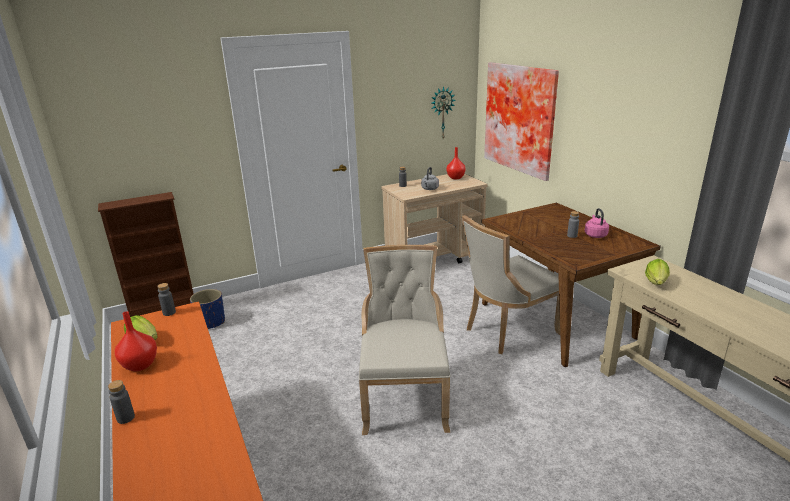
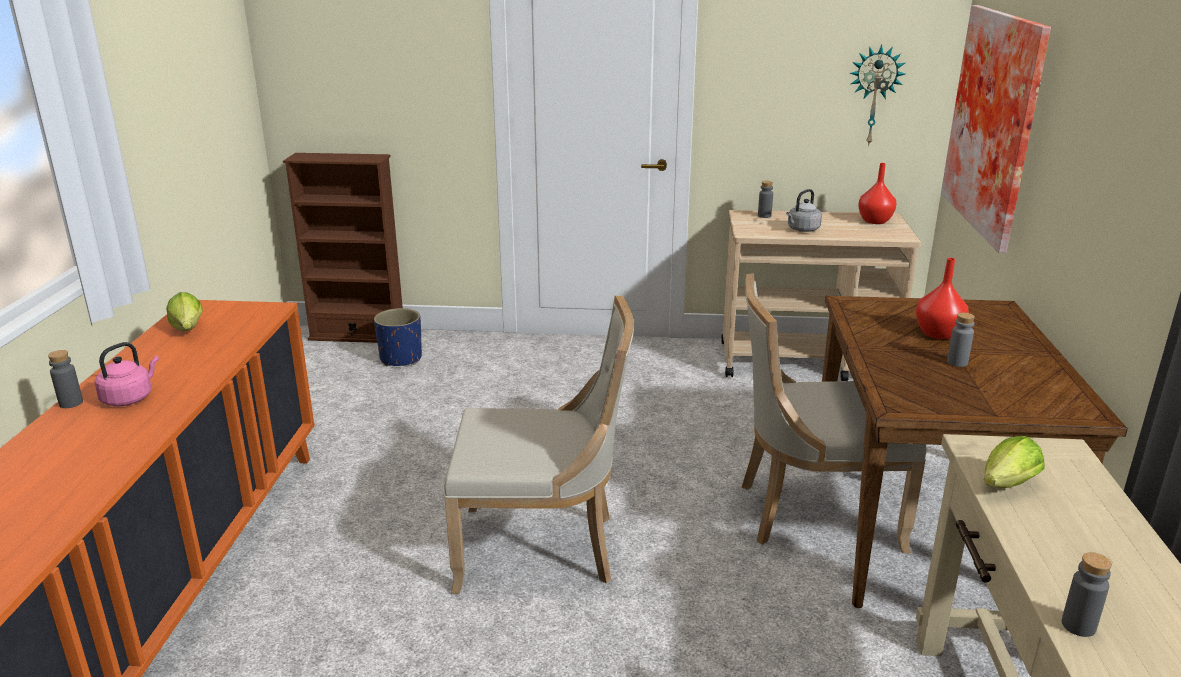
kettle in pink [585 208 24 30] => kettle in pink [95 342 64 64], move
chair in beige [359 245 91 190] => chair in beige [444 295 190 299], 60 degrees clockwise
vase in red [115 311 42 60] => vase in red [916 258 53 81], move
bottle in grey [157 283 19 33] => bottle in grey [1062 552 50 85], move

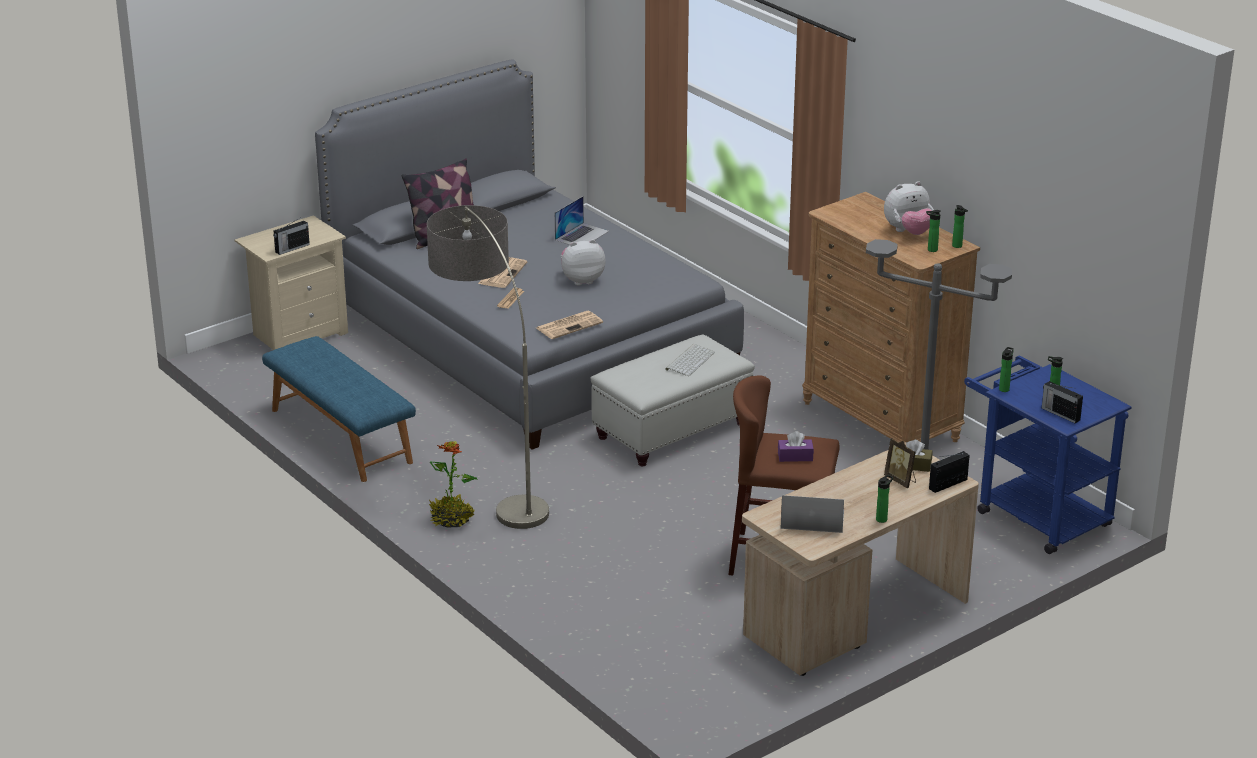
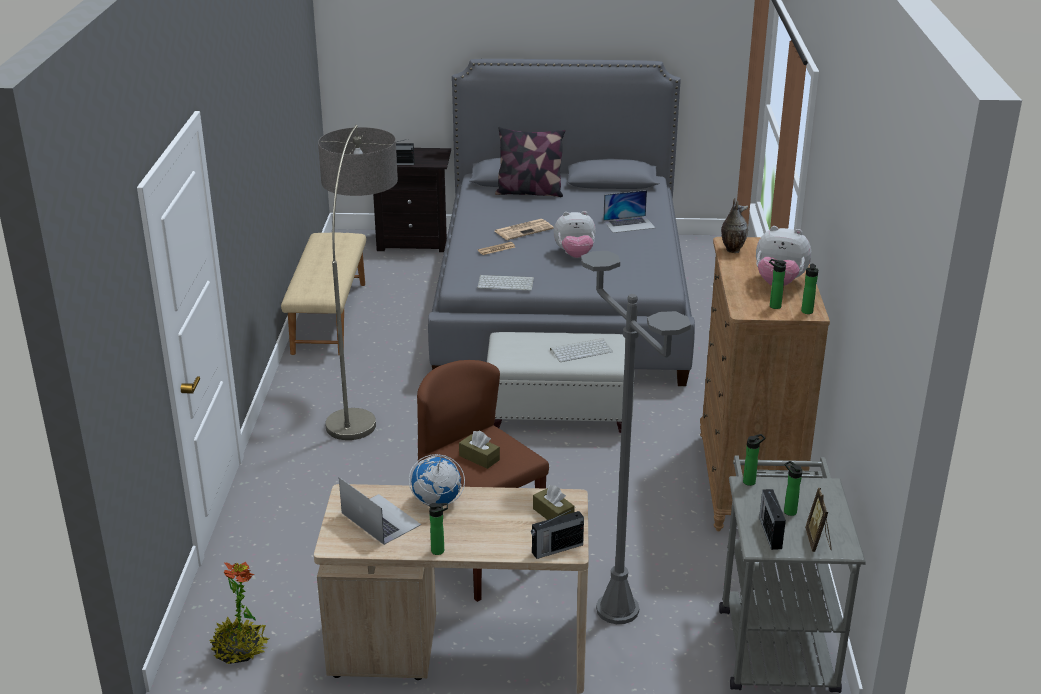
potted plant [429 441 49 86] => potted plant [209 562 60 102], move
bench in blue [262 336 154 146] => bench in beige [281 232 85 124]
nightstand in beige [235 215 113 135] => nightstand in black [373 148 78 104]
nothing => globe [409 454 56 53]
tissue box in purple [778 431 36 31] => tissue box in brown [459 431 41 38]
newspaper [537 311 66 28] => keyboard [477 275 57 15]
radio [929 451 41 42] => radio [531 510 53 49], 150 degrees clockwise
plush toy [561 239 45 47] => plush toy [554 211 42 47], 150 degrees clockwise
cart in blue [964 356 167 198] => cart in grey [719 455 147 238]
nothing => vase [721 198 27 55]
picture frame [884 438 32 50] => picture frame [805 488 27 64], move

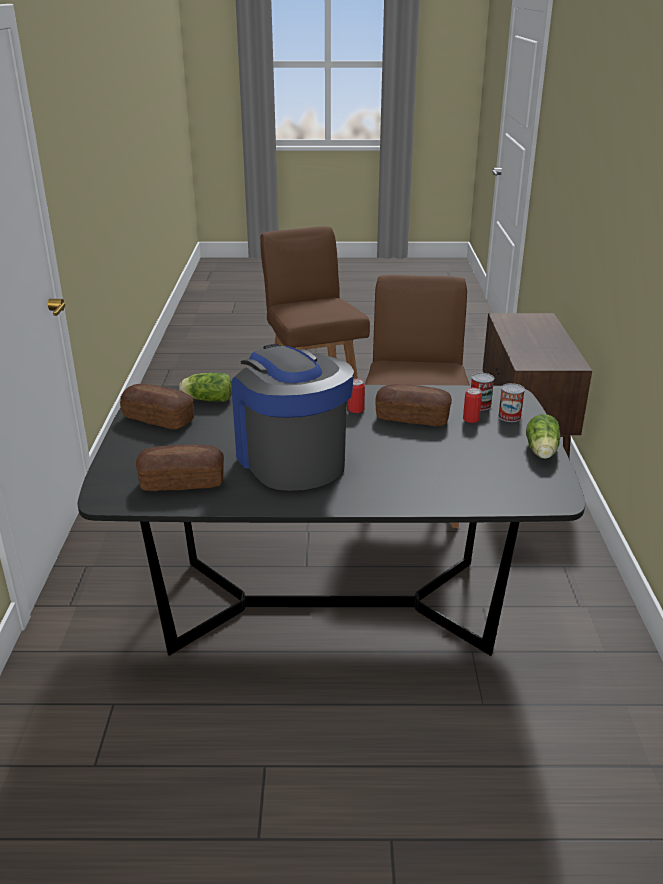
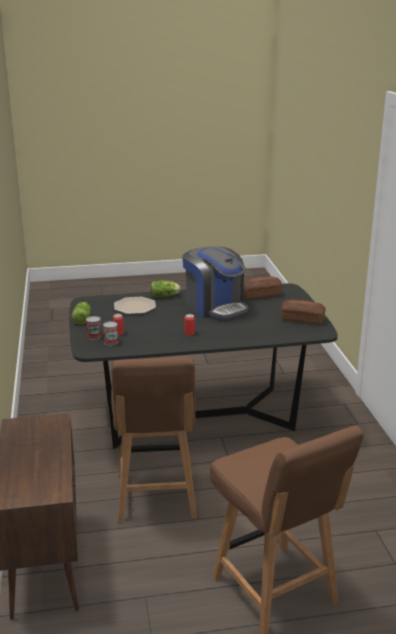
nothing => plate [114 297 42 17]
lettuce [179 373 53 29] => lettuce [151 281 30 16], move
bread [375 384 77 42] => nothing

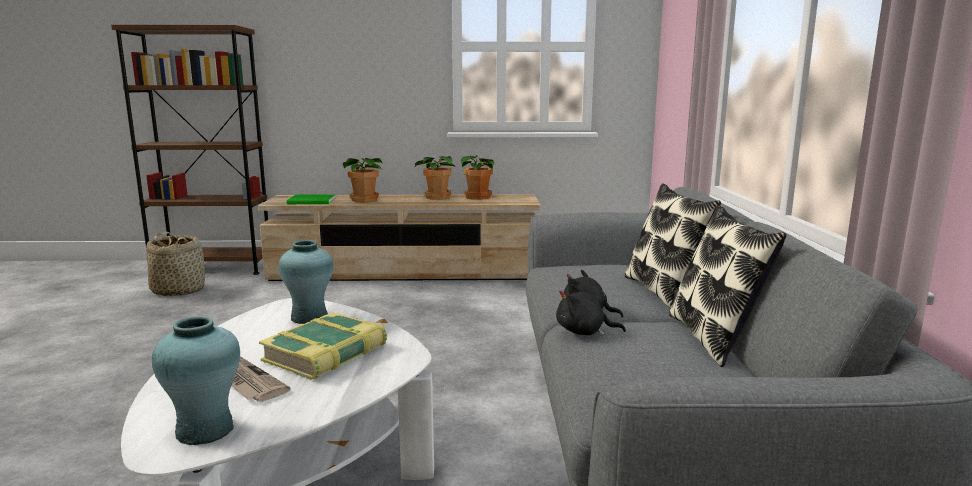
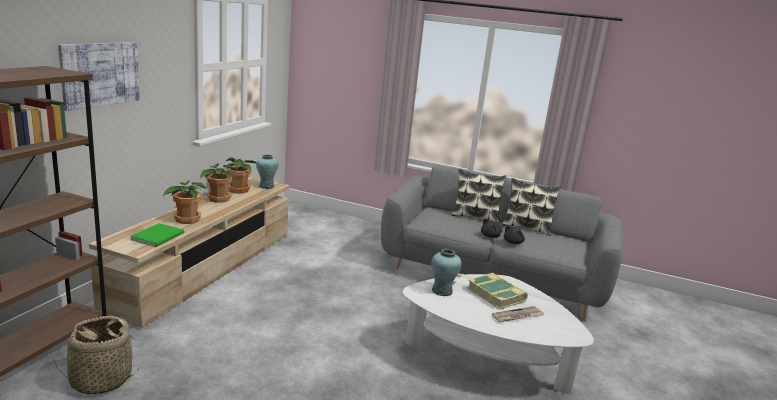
nothing => picture [58 42 82 69]
vase in turquoise [152 317 88 128] => vase in turquoise [256 154 22 35], move

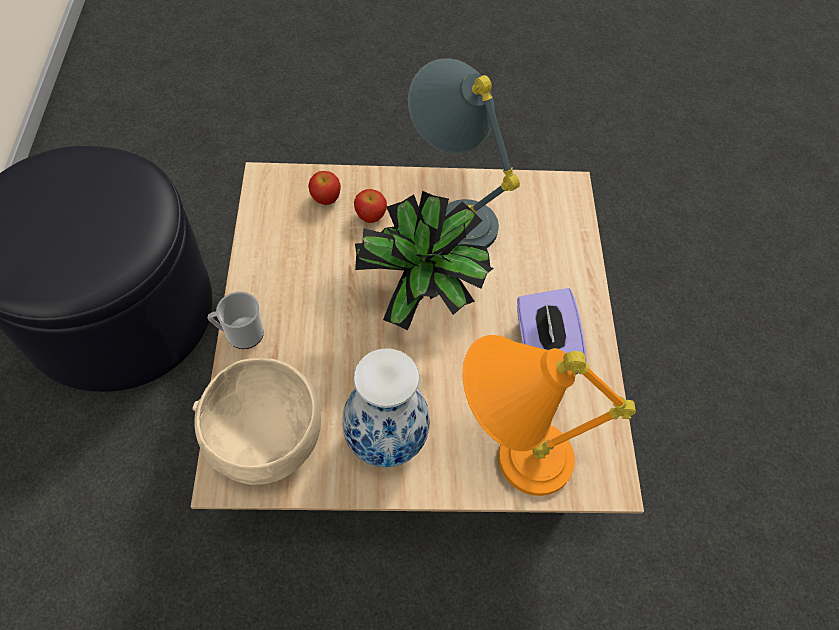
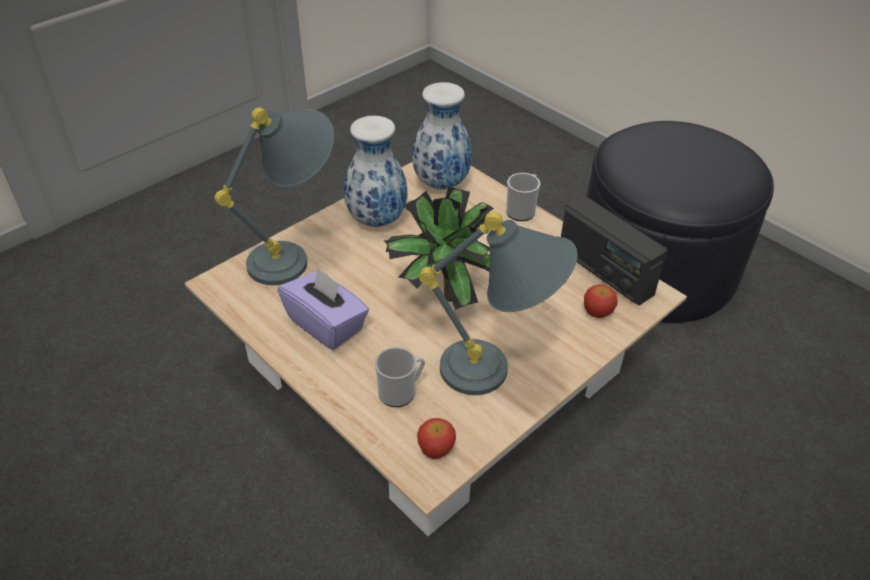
table lamp in orange [463 335 173 161] => table lamp in grey [215 107 119 178]
nothing => mug [375 347 50 60]
bowl in beige [192 358 129 127] => vase [412 82 60 108]
apple [354 189 33 34] => apple [417 418 39 41], move
nothing => radio [561 195 106 111]

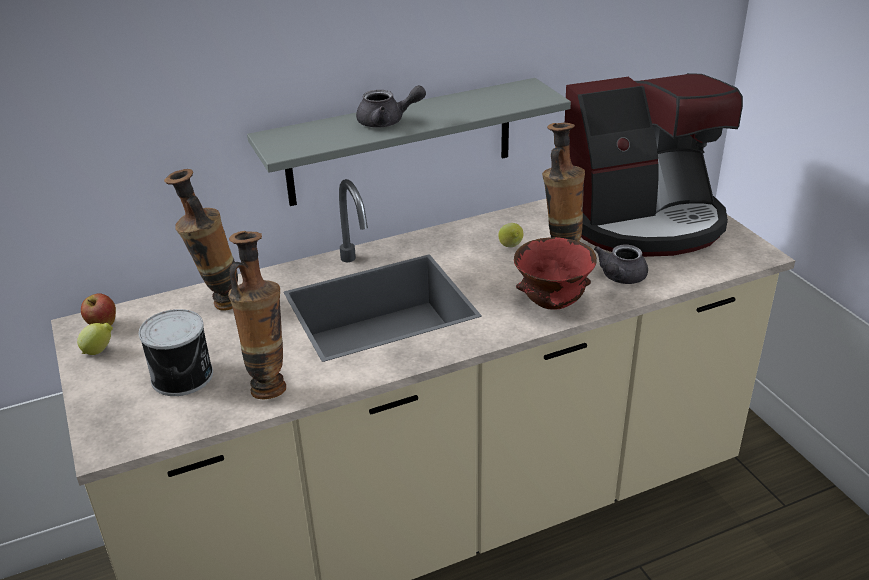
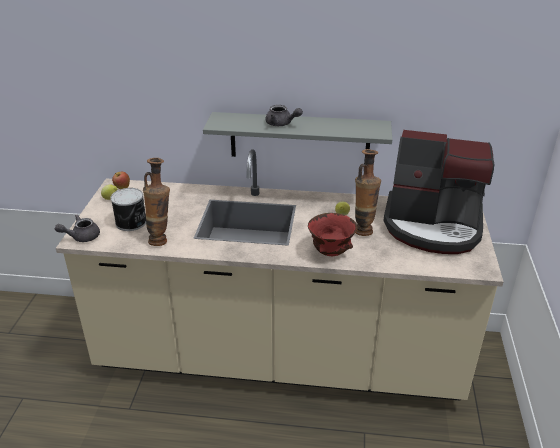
teapot in grey [594 244 54 40] => teapot in grey [55 215 45 27], move
vase [164 169 74 142] => nothing

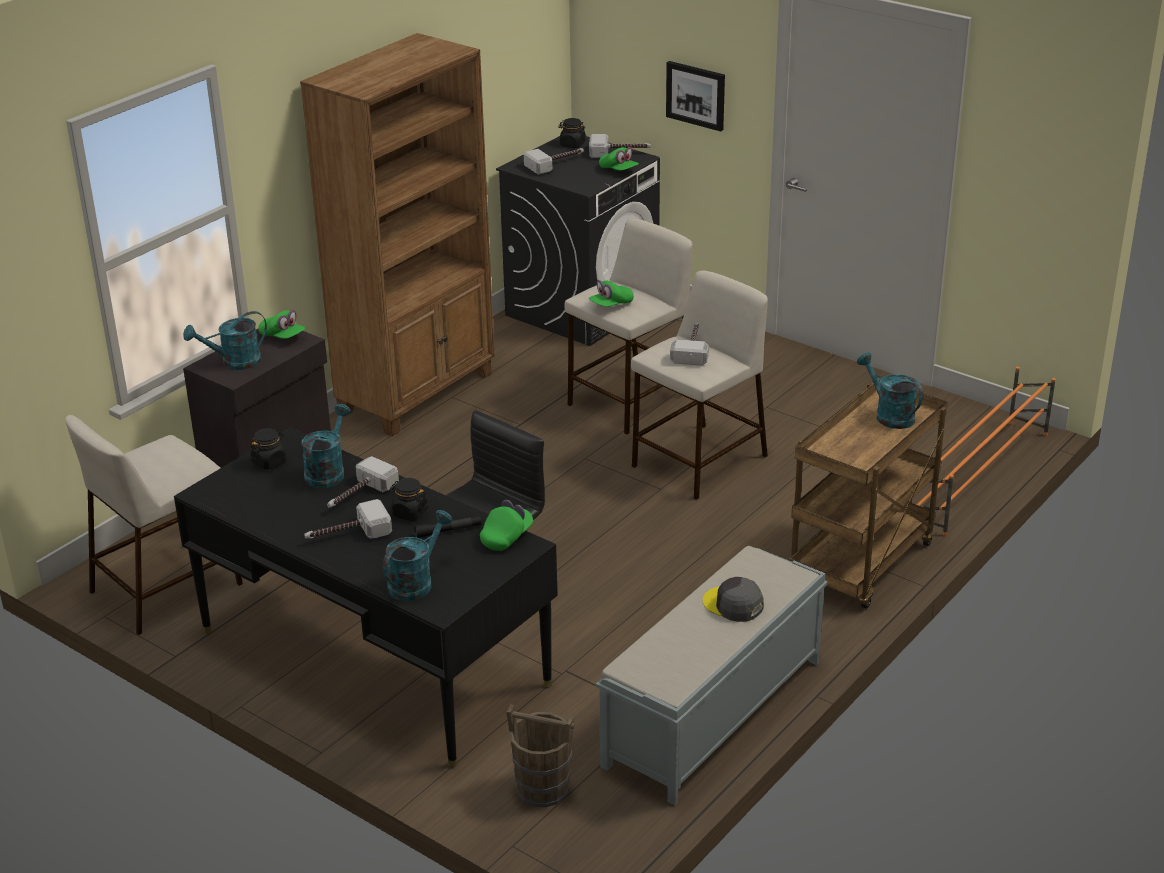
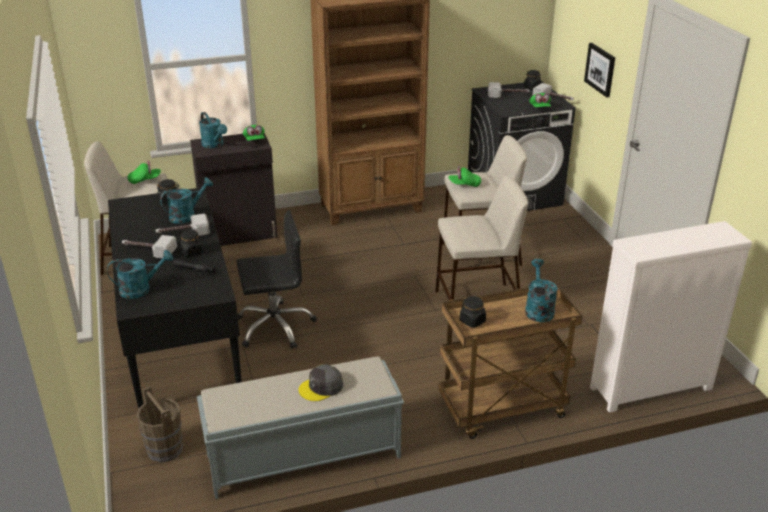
cap in green [480 500 53 51] => cap in green [128 161 33 23], move
watering can in turquoise [183 311 84 59] => watering can in turquoise [199 112 28 36], 135 degrees counterclockwise
cap in grey [703 577 61 45] => cap in grey [298 365 45 36], 105 degrees counterclockwise
nothing => jar in black [460 296 26 32]
shoe rack in orange [910 367 146 169] => dresser in white [590 221 162 192]
hammer [670 323 39 43] => nothing

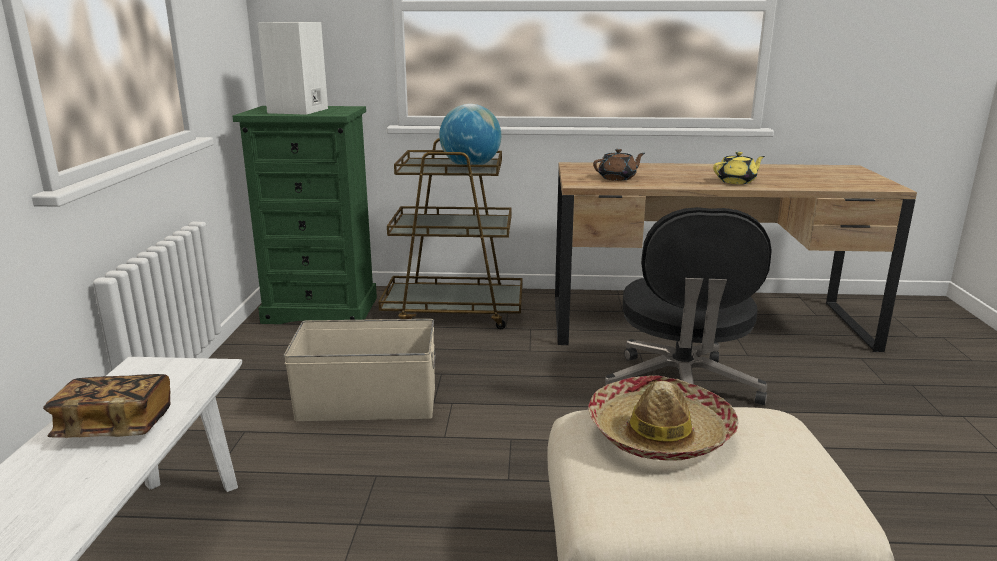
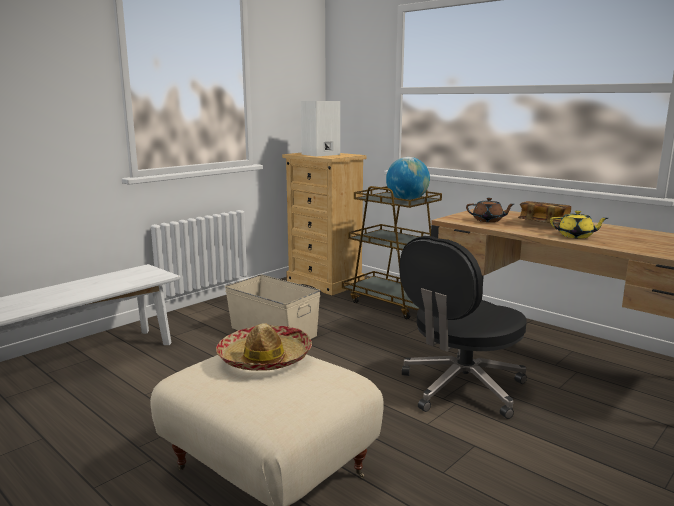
dresser in green [232 106 145 218] => dresser in beige [282 153 85 142]
book [43 374 128 64] => book [518 201 53 23], move

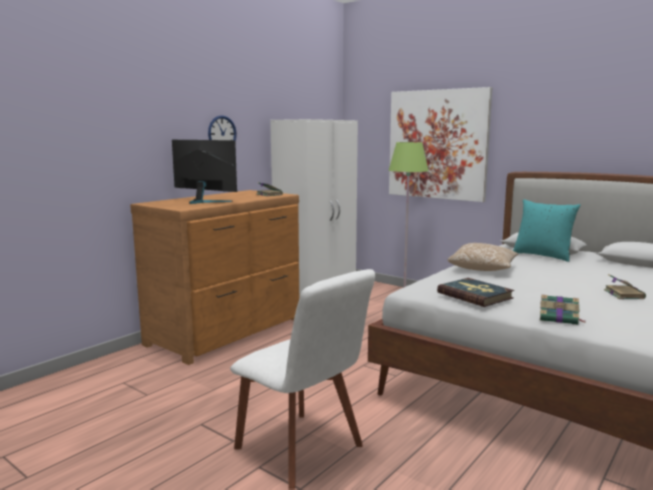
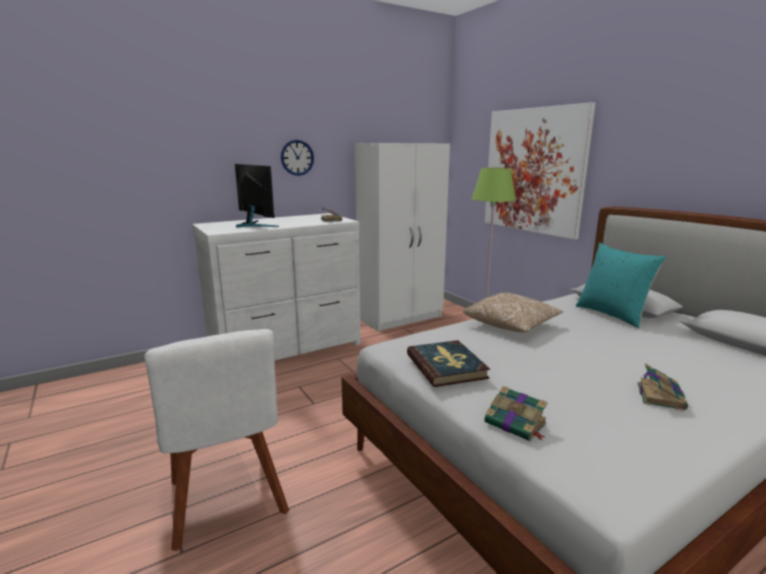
dresser in brown [130 190 169 175] => dresser in white [192 213 169 148]

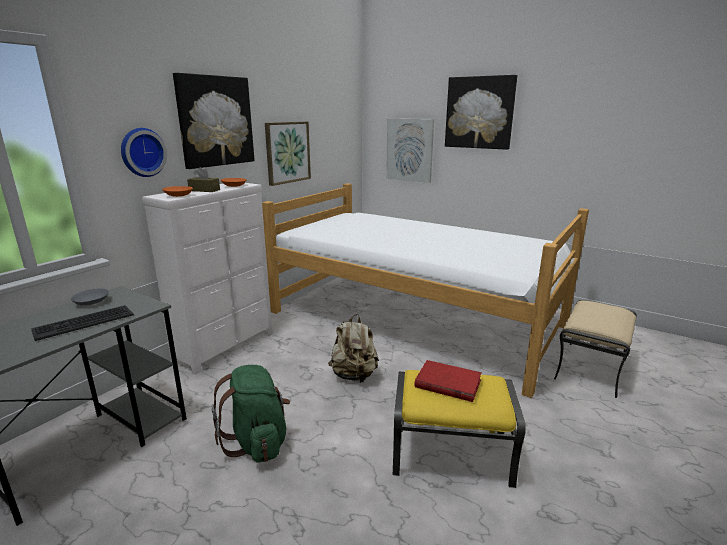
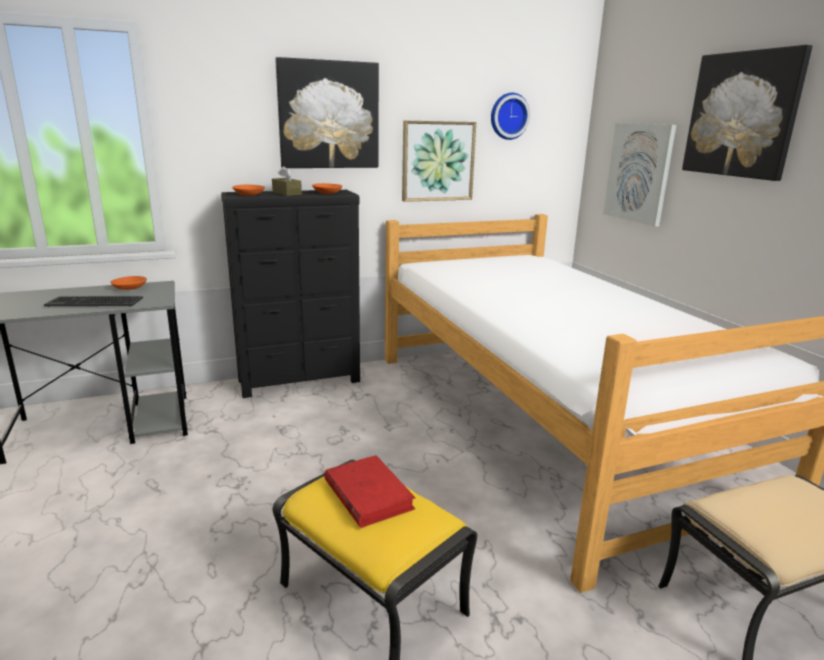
bowl in grey [71 288 38 18] => bowl in orange [110 276 37 14]
dresser in white [142 183 130 192] => dresser in black [221 190 139 208]
wall clock [121 128 46 49] => wall clock [491 93 39 47], move
backpack in green [212 365 78 98] => nothing
backpack in beige [328 314 51 69] => nothing

